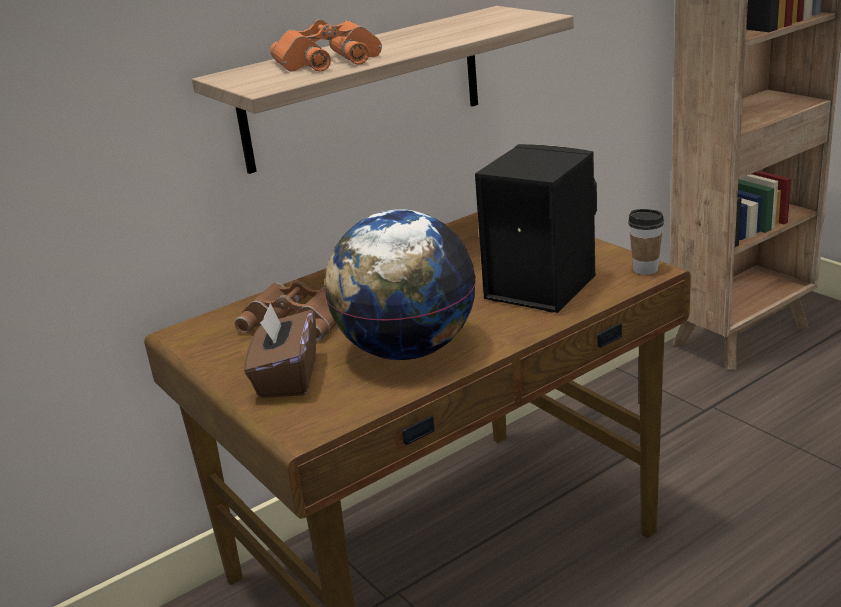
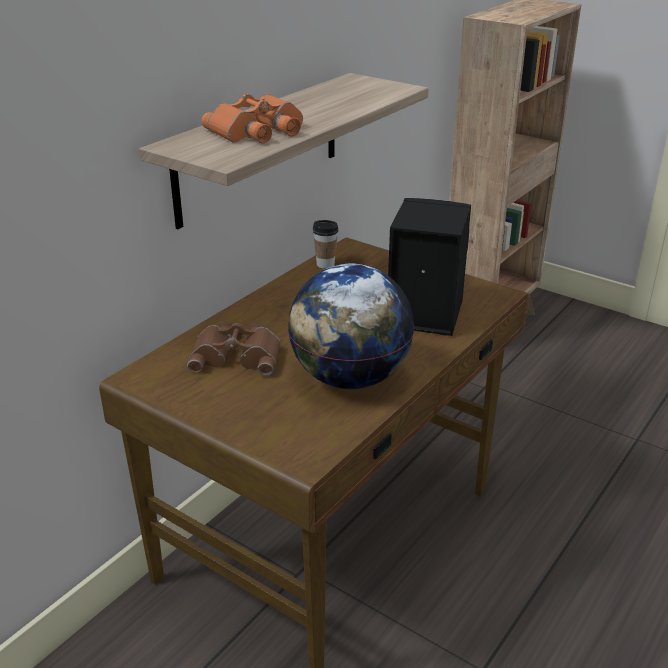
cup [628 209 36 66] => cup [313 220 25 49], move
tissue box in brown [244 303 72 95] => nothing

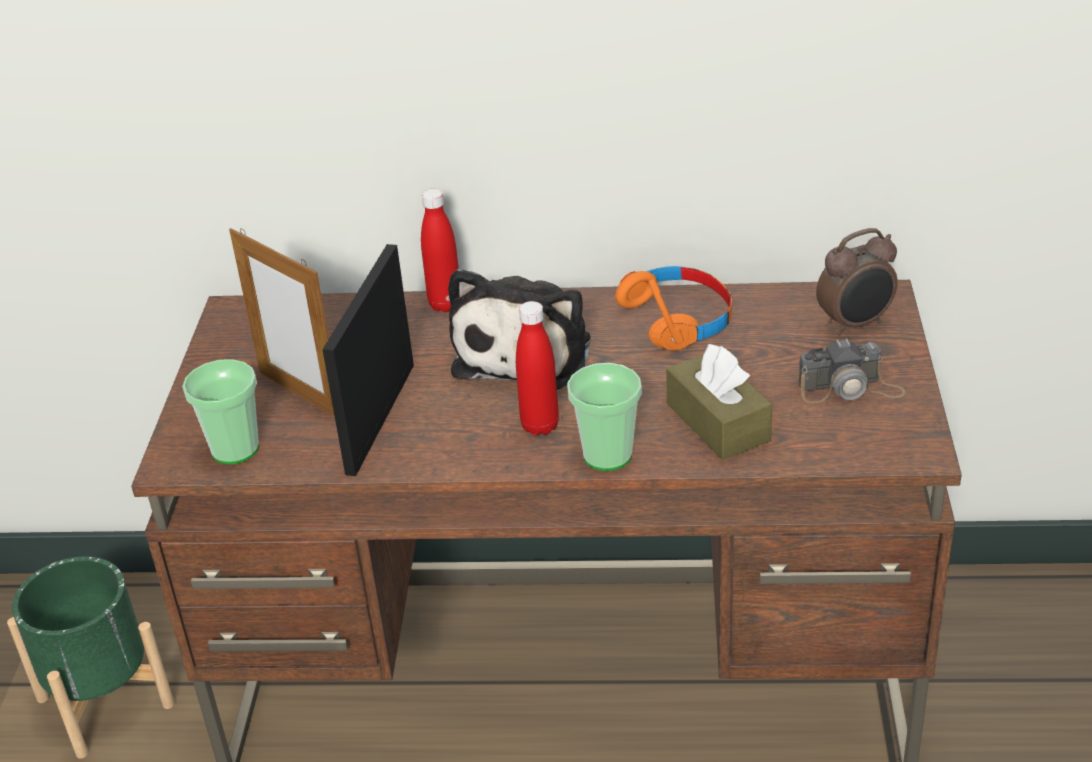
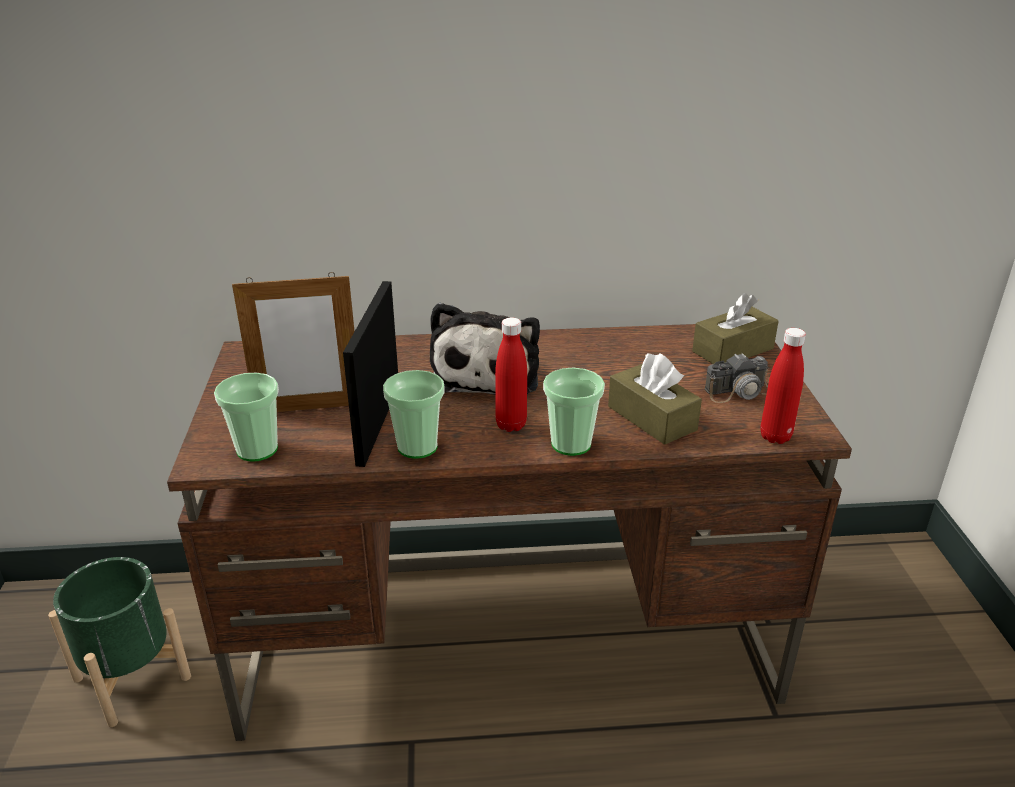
picture frame [229 228 105 188] => picture frame [232 272 123 140], 45 degrees counterclockwise
nothing => cup [383 370 61 89]
alarm clock [816 228 82 107] => tissue box in brown [692 293 87 71]
bottle in red [421 189 38 123] => bottle in red [760 328 46 116], move
headphones in orange [615 266 117 85] => nothing

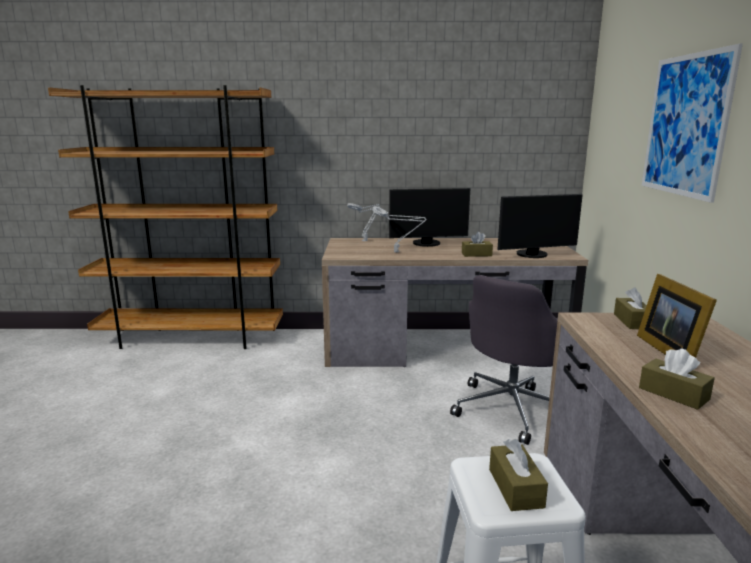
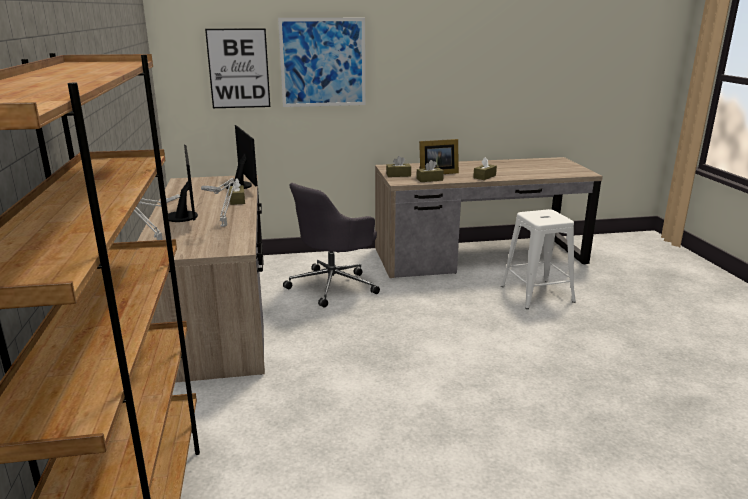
nothing => picture [205 28 65 80]
office chair in grey [450 275 108 170] => office chair in grey [283 183 97 125], 105 degrees clockwise
tissue box in brown [489 439 59 72] => tissue box in brown [417 160 27 22], move

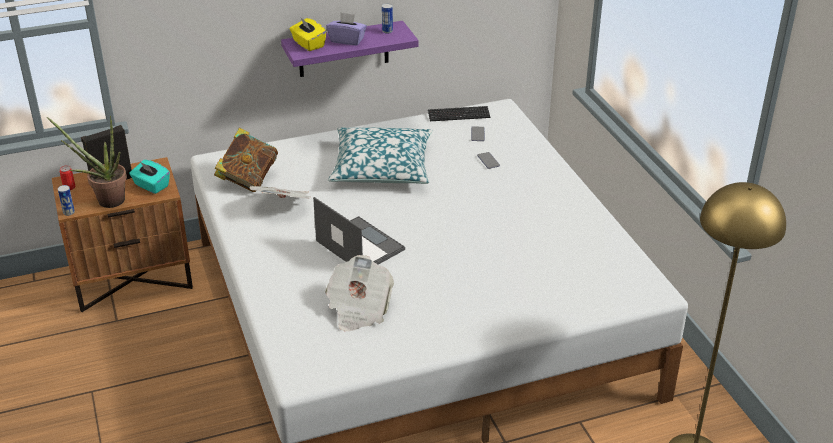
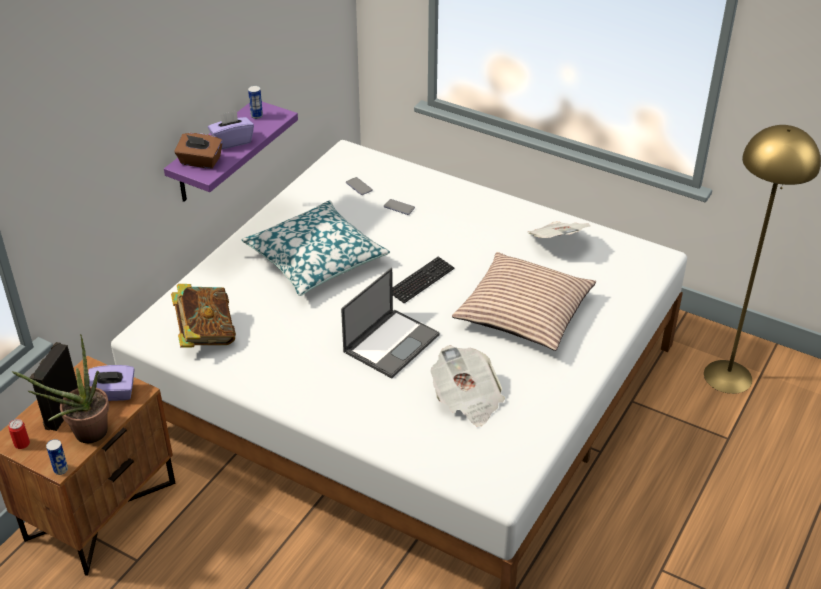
tissue box in turquoise [129 160 41 34] => tissue box in purple [88 365 47 36]
tissue box in yellow [290 17 36 34] => tissue box in brown [174 133 48 36]
laptop [313 197 92 68] => laptop [341 267 99 111], 120 degrees clockwise
keyboard [428 106 62 15] => keyboard [393 257 61 46], move
nothing => pillow [452 252 144 99]
newspaper [249 186 61 13] => newspaper [528 221 63 17], move

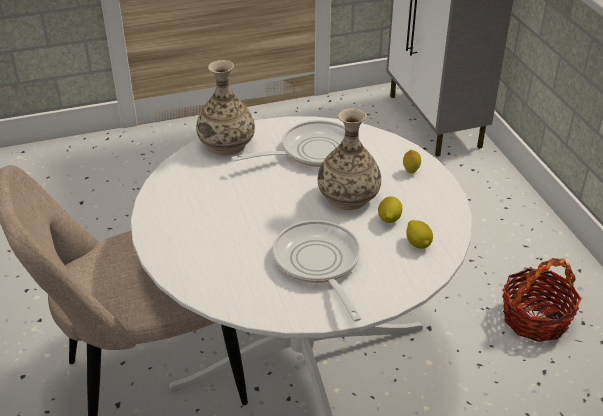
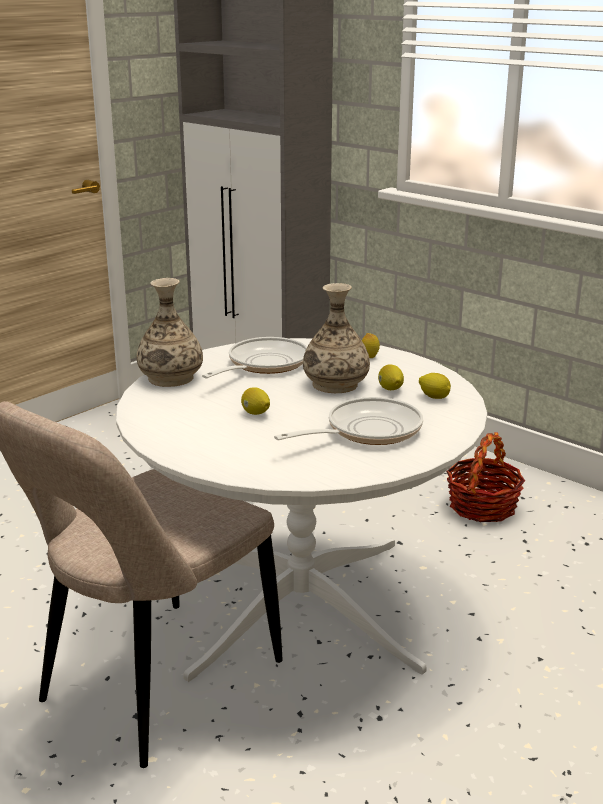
nothing => lemon [241 387 29 28]
frying pan [273 220 89 102] => frying pan [274 397 149 48], 105 degrees clockwise

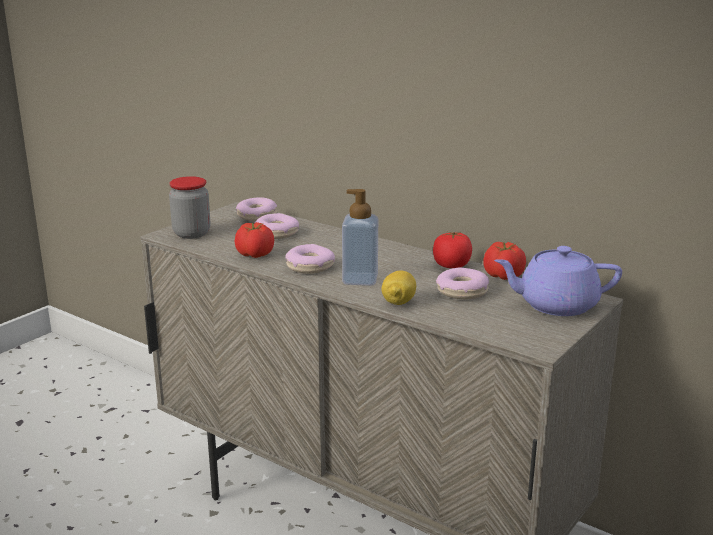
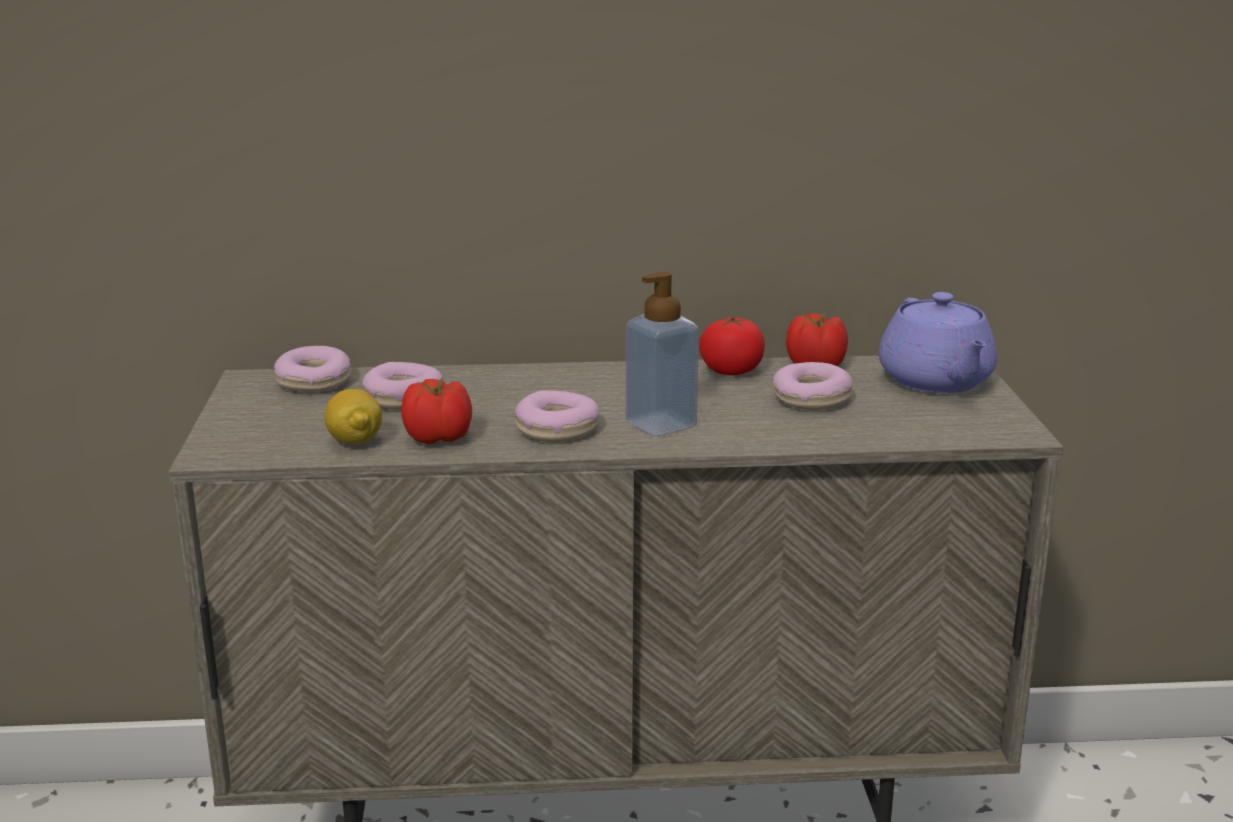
lemon [381 271 35 34] => lemon [325 389 57 56], move
teapot in purple [494 246 128 70] => teapot in purple [879 292 118 101], 60 degrees counterclockwise
jar [169 176 42 63] => nothing

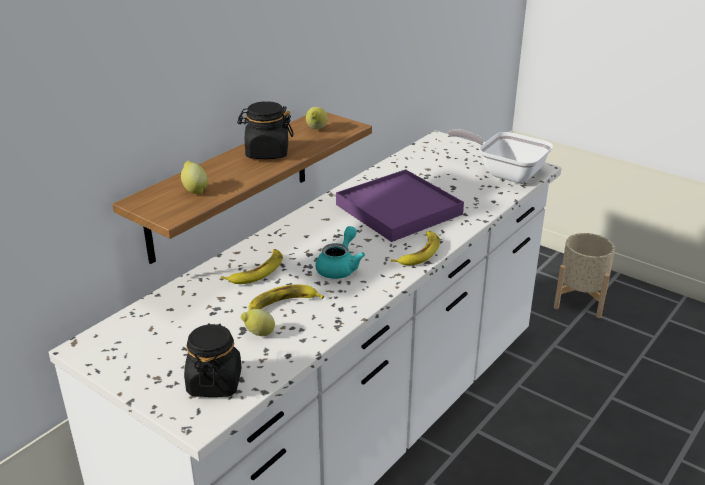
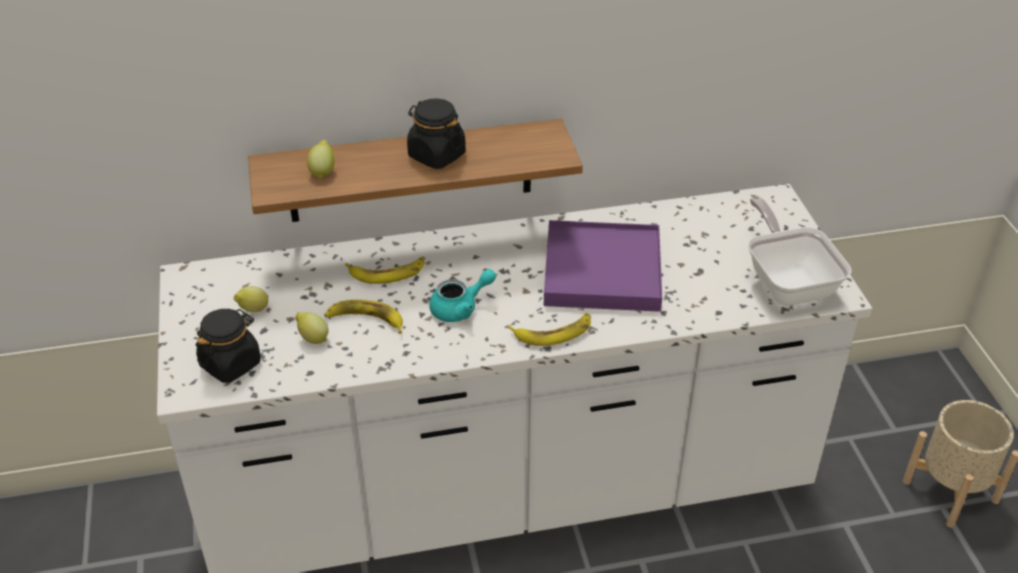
lemon [306 107 22 22] => lemon [234 286 34 26], move

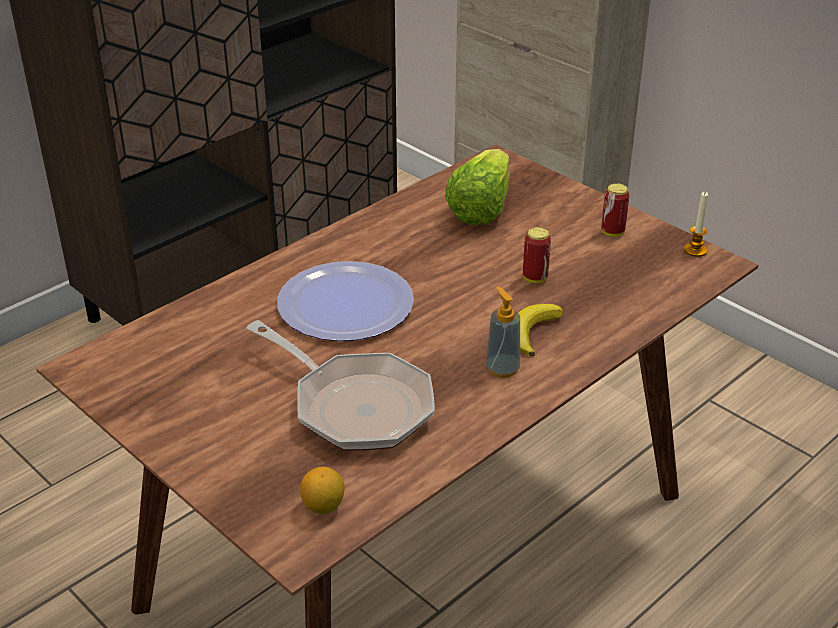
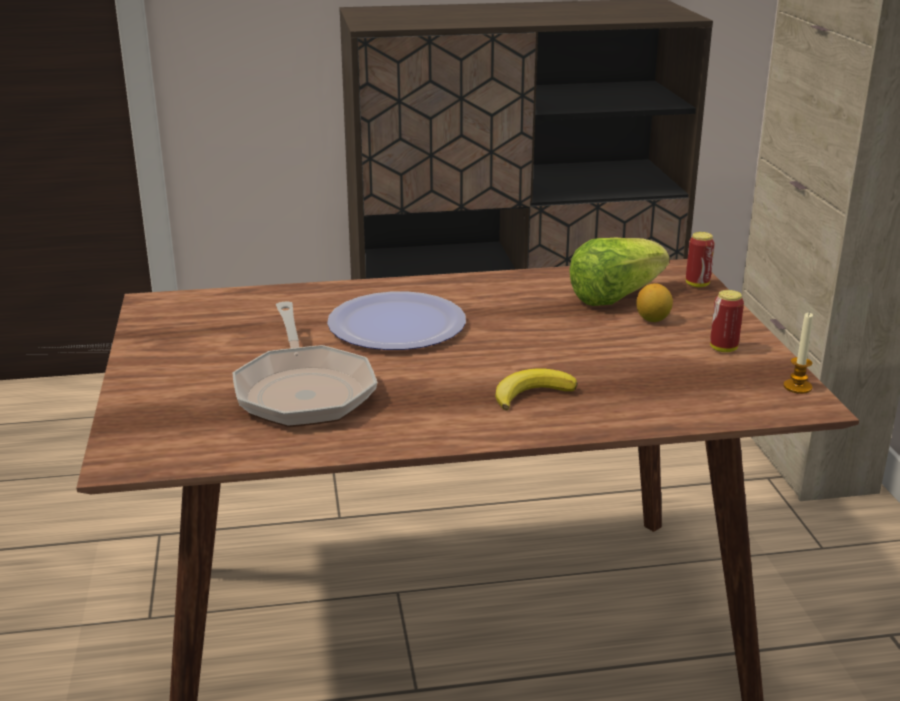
lemon [300 467 44 47] => lemon [637 283 36 39], move
can [523 227 28 56] => can [686 232 29 55], move
soap dispenser [486 287 34 91] => nothing

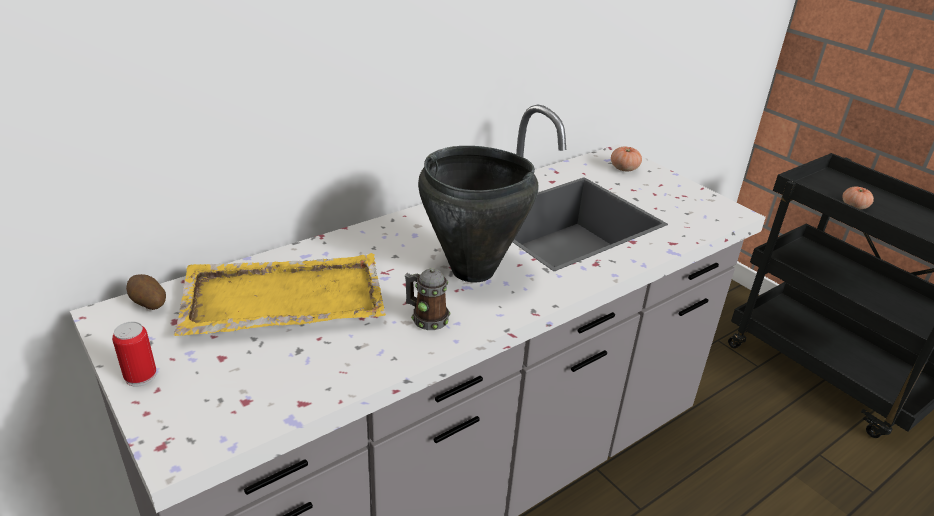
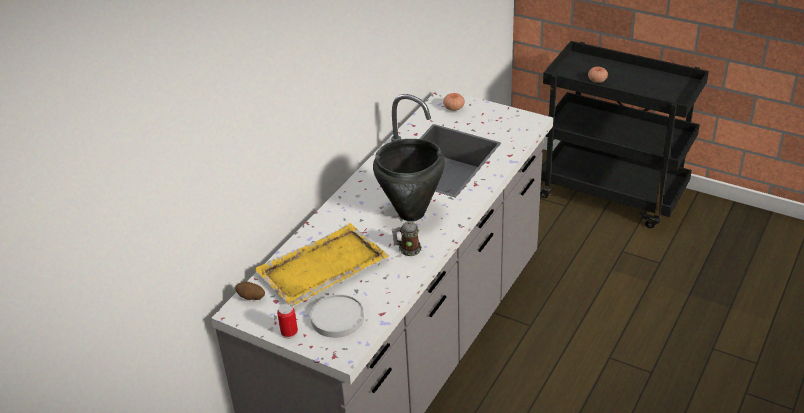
nothing => plate in white [310 294 54 44]

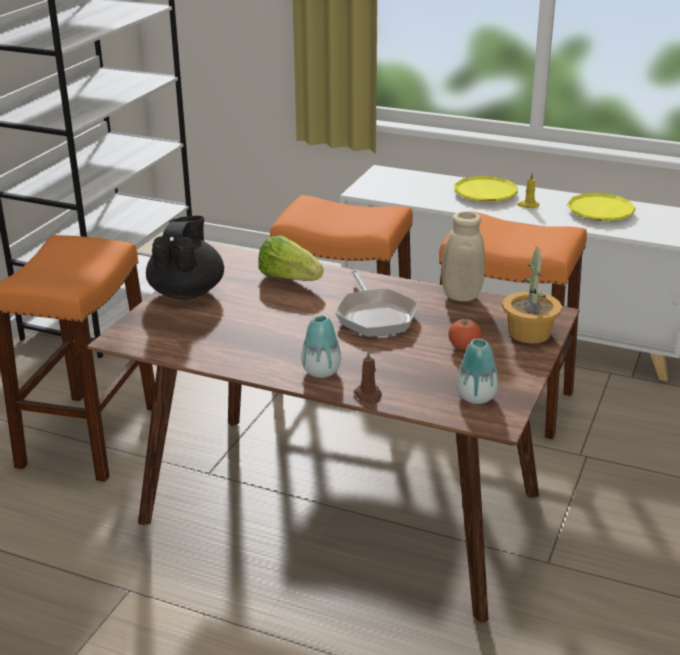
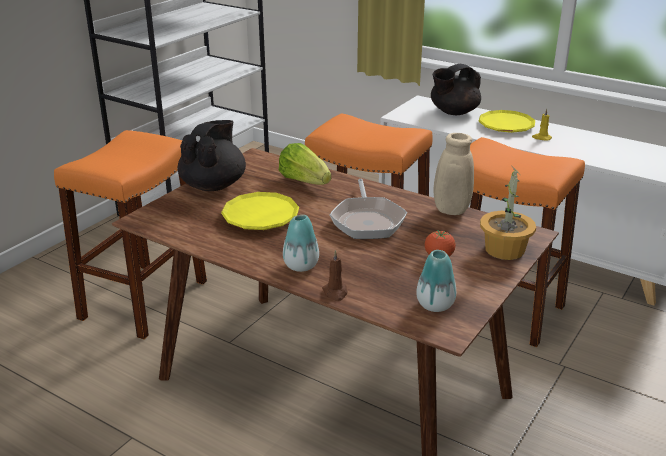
plate in yellow [567 193 69 28] => plate in yellow [221 192 78 38], move
nothing => teapot in black [431 64 50 51]

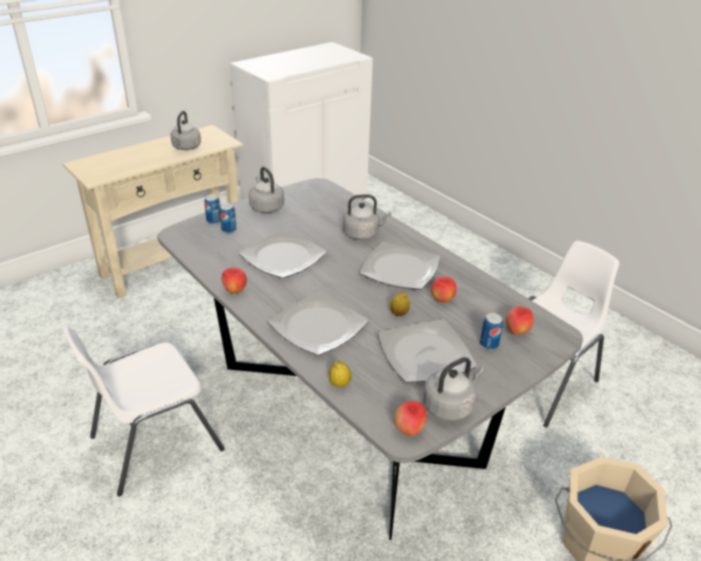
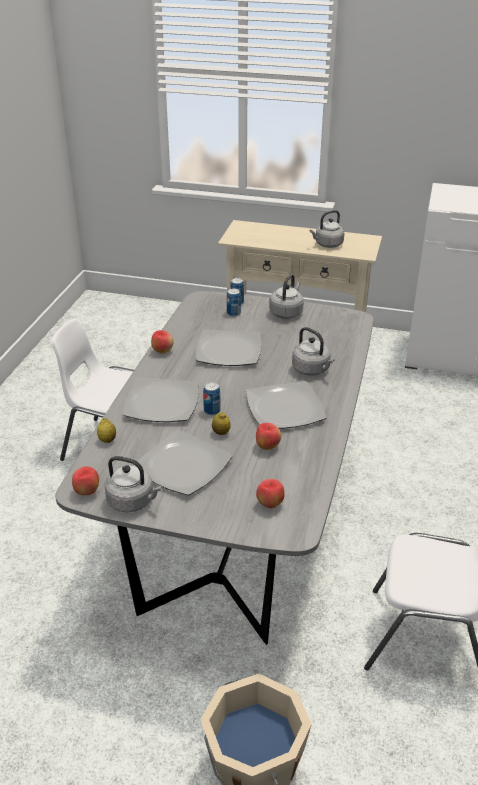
can [480 313 23 37] => can [203 382 18 33], move

